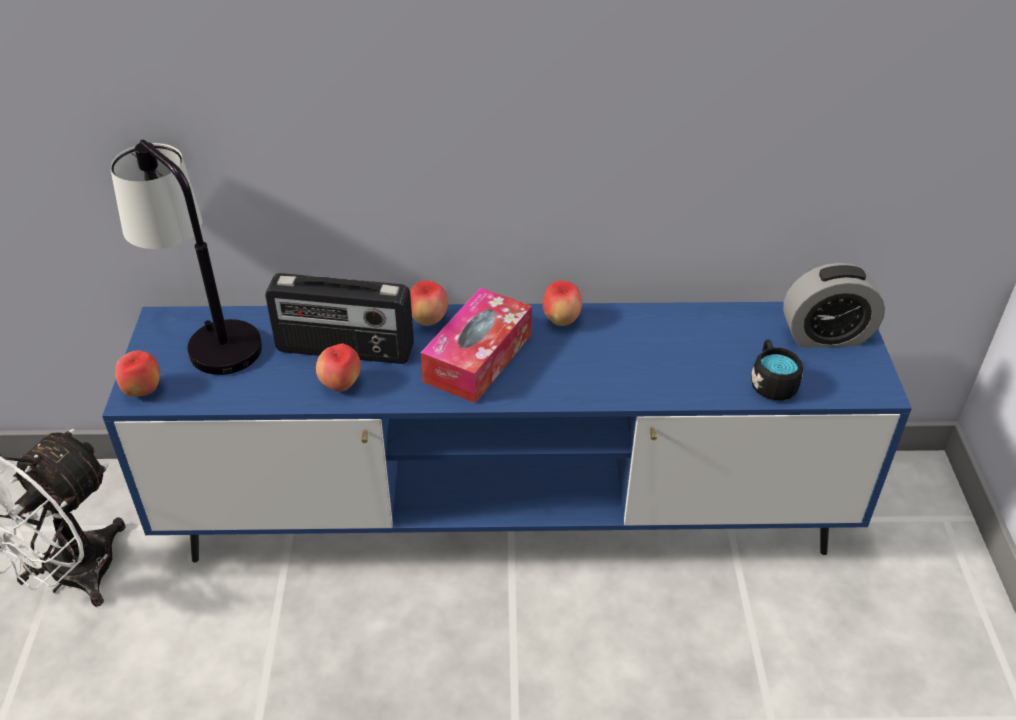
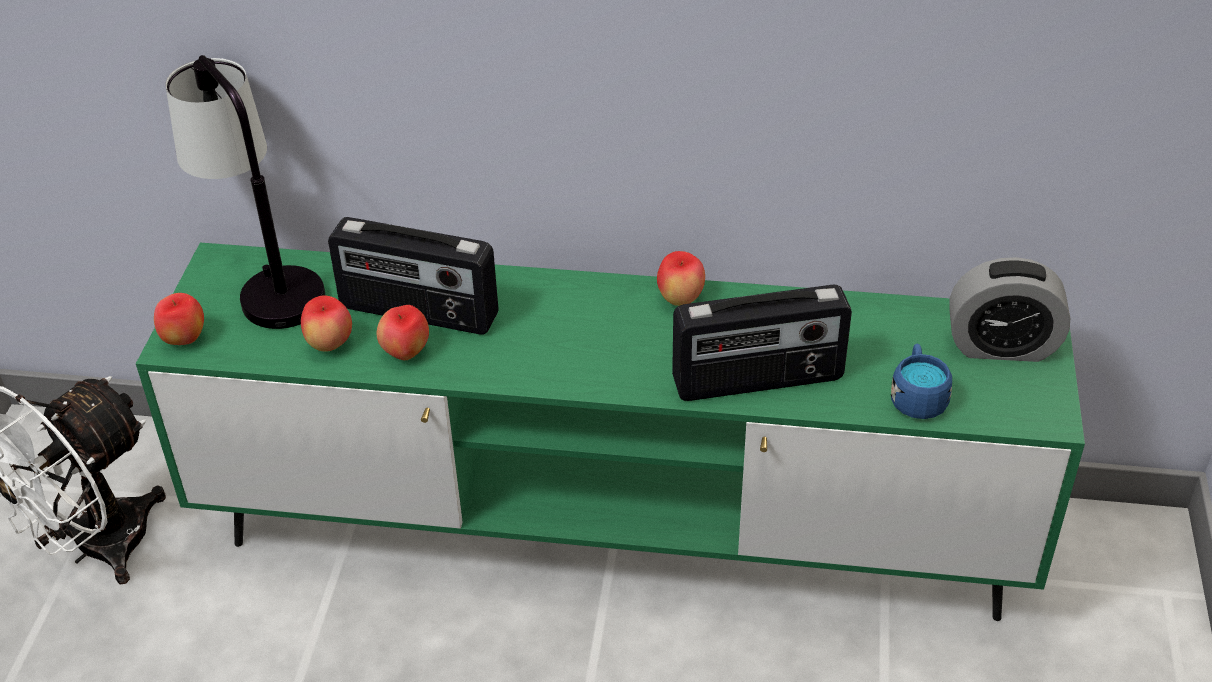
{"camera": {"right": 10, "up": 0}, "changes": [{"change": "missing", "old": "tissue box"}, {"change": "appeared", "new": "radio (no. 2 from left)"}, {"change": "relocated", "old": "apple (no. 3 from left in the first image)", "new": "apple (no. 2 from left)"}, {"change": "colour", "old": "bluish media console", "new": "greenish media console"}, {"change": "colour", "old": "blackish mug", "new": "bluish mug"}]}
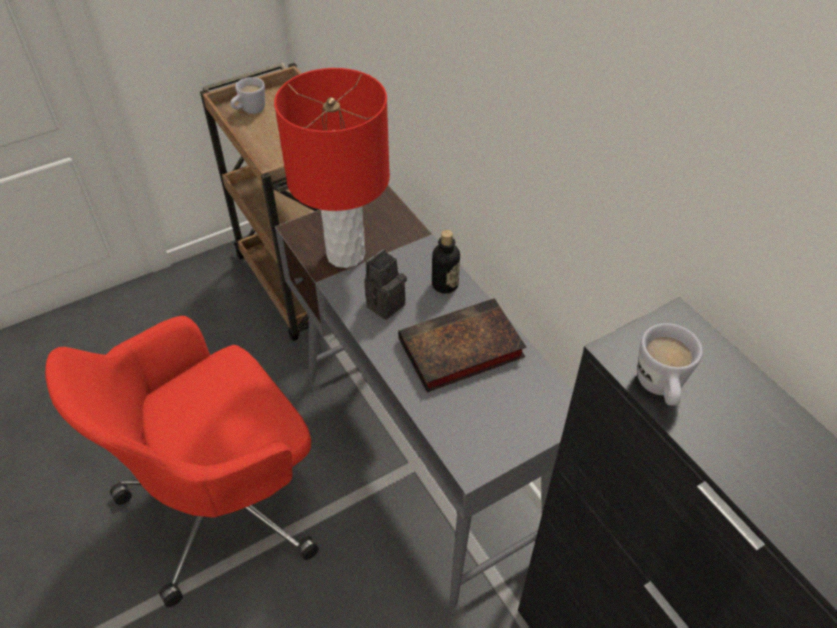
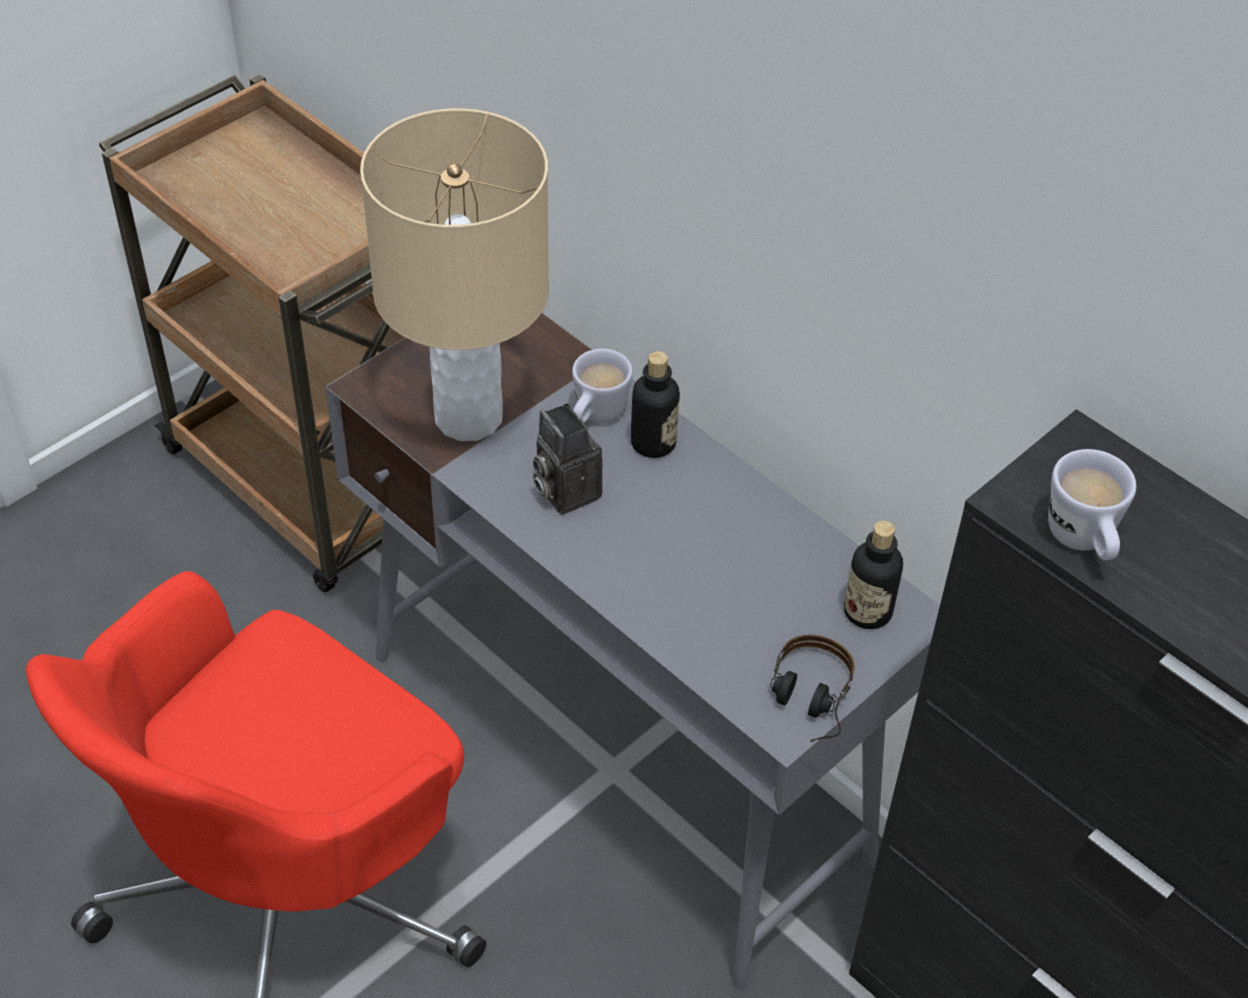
{"camera": {"right": -15, "up": 0}, "changes": [{"change": "missing", "old": "book"}, {"change": "appeared", "new": "headset"}, {"change": "appeared", "new": "drink bottle (no. 2 from left)"}, {"change": "relocated", "old": "white mug (no. 1 from left)"}, {"change": "colour", "old": "red-coloured lamp for a table", "new": "beige lamp for a table"}, {"change": "spun", "old": "still camera", "degrees": -60}]}
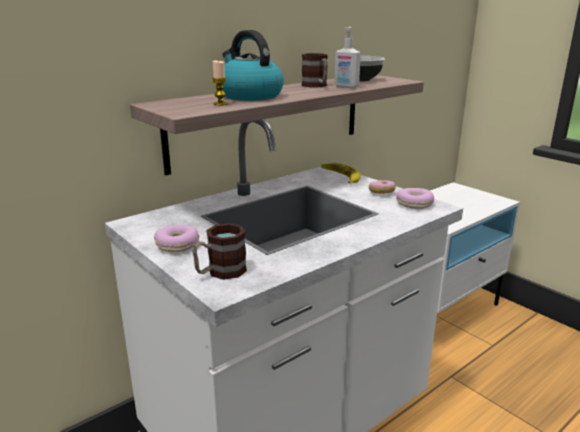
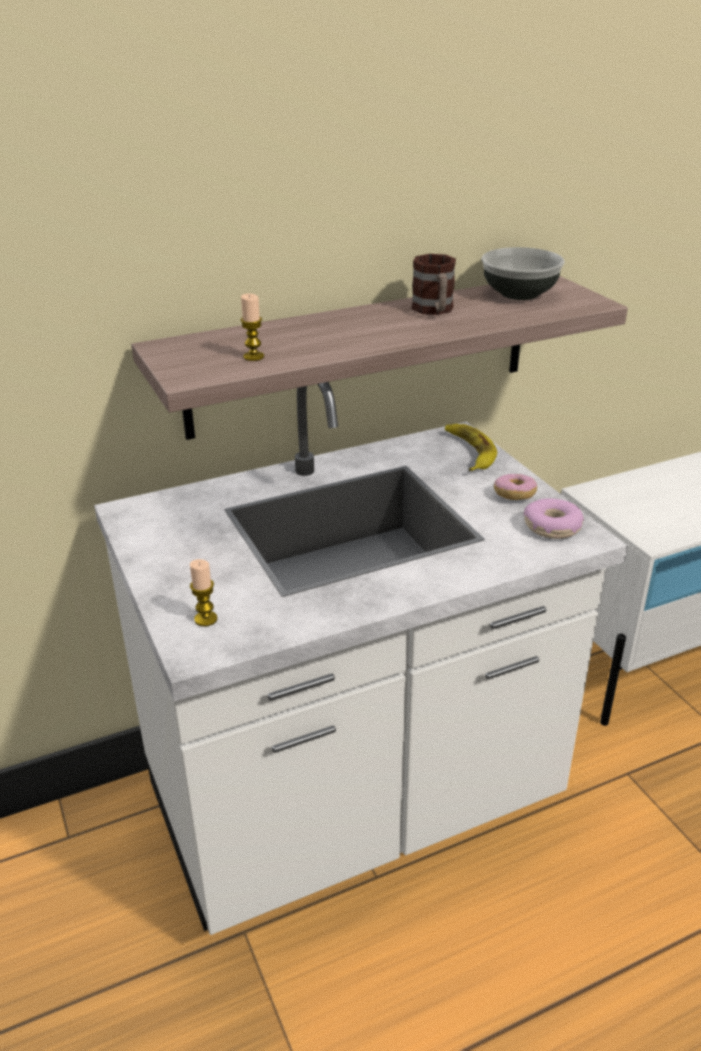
{"camera": {"right": 15, "up": 10}, "changes": [{"change": "missing", "old": "donut (no. 1 from left)"}, {"change": "missing", "old": "kettle"}, {"change": "missing", "old": "soap bottle"}, {"change": "exchanged", "old": "mug (no. 1 from left)", "new": "candle (no. 1 from left)"}]}
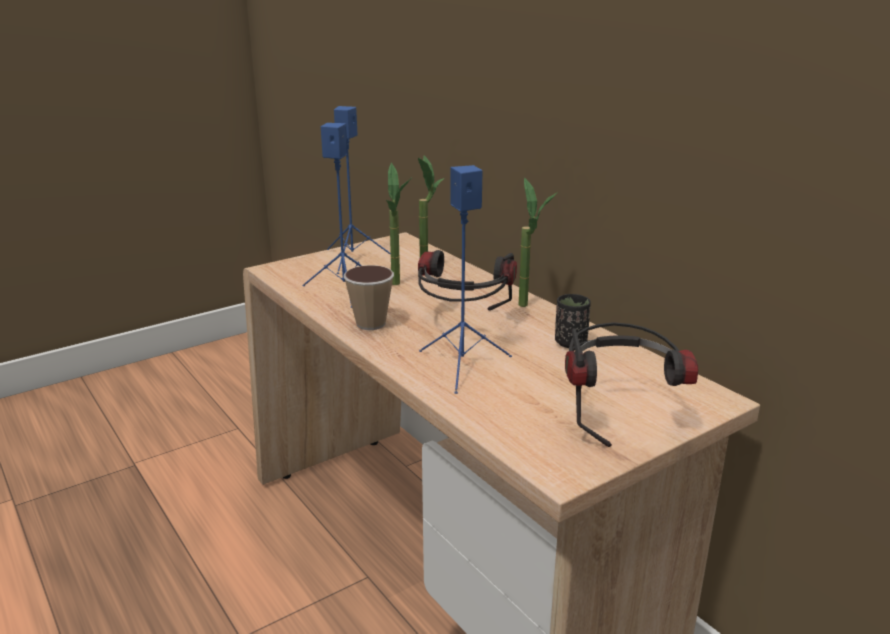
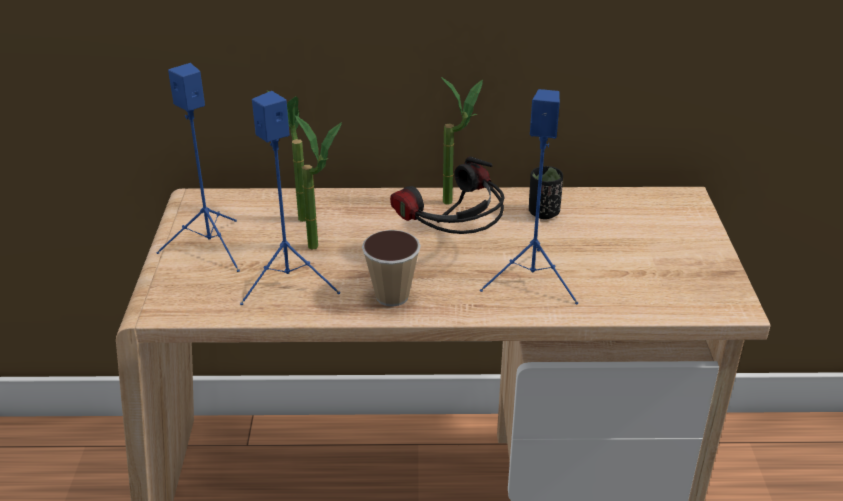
{"camera": {"right": -55, "up": 10}, "changes": [{"change": "missing", "old": "headset (no. 2 from left)"}]}
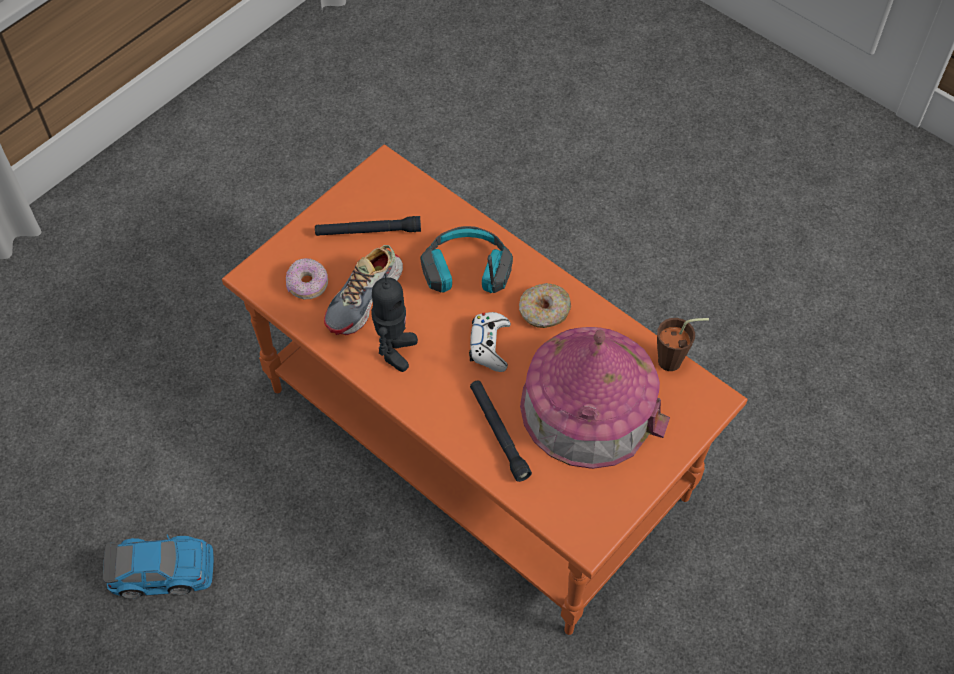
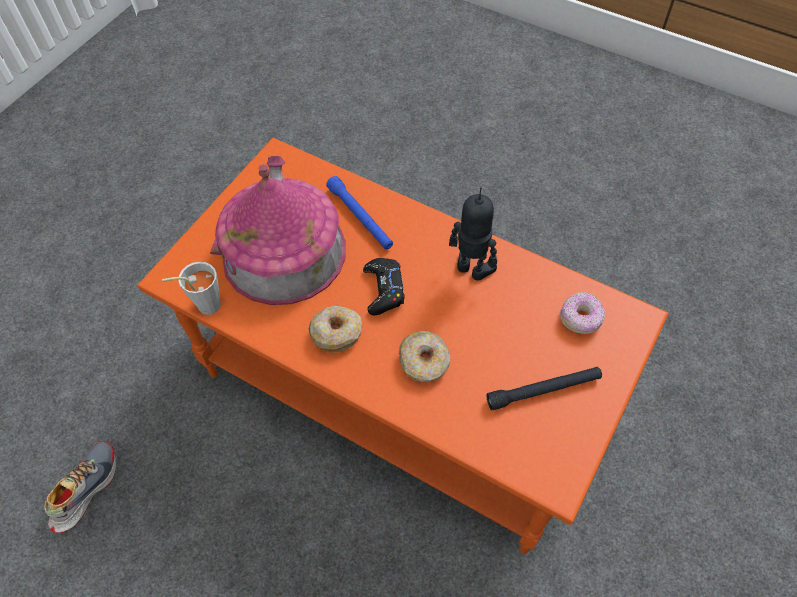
{"camera": {"right": 170, "up": 0}, "changes": [{"change": "missing", "old": "toy car"}, {"change": "relocated", "old": "item of footwear"}, {"change": "exchanged", "old": "headset", "new": "donut (no. 2 from left)"}, {"change": "colour", "old": "white joypad", "new": "blackish joypad"}, {"change": "colour", "old": "blackish torch (no. 2 from left)", "new": "bluish torch"}, {"change": "colour", "old": "brown-coloured small cup", "new": "gray small cup"}, {"change": "spun", "old": "robot figure", "degrees": 120}]}
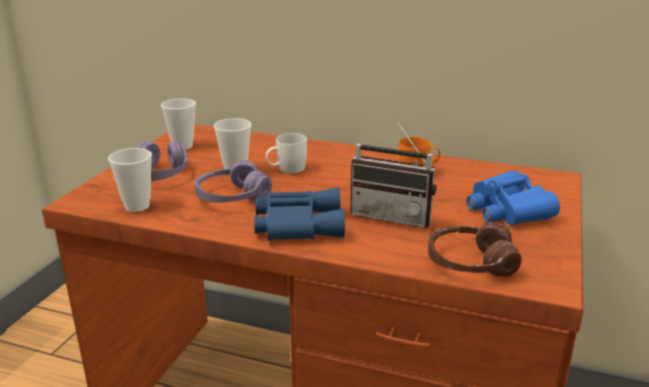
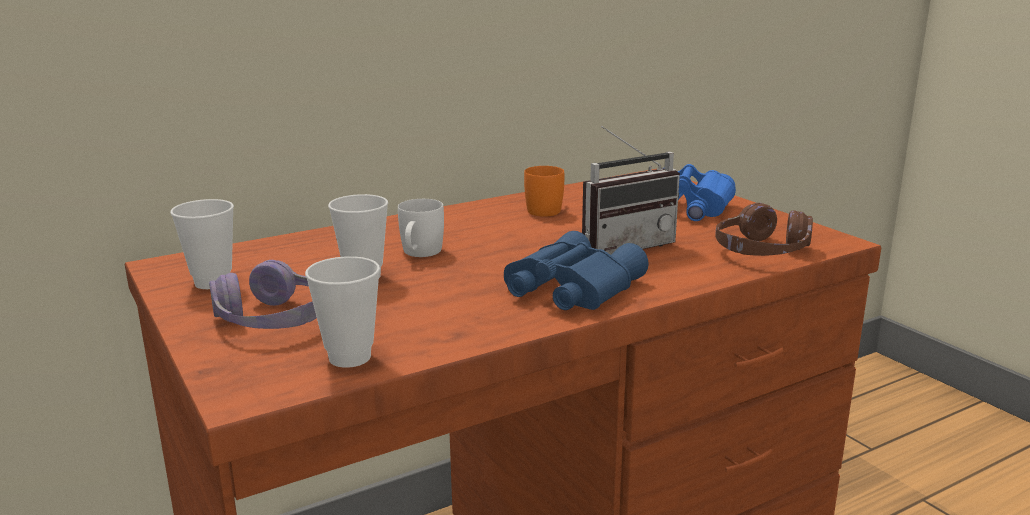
{"camera": {"right": -50, "up": -5}, "changes": [{"change": "missing", "old": "purplish headset (no. 2 from left)"}]}
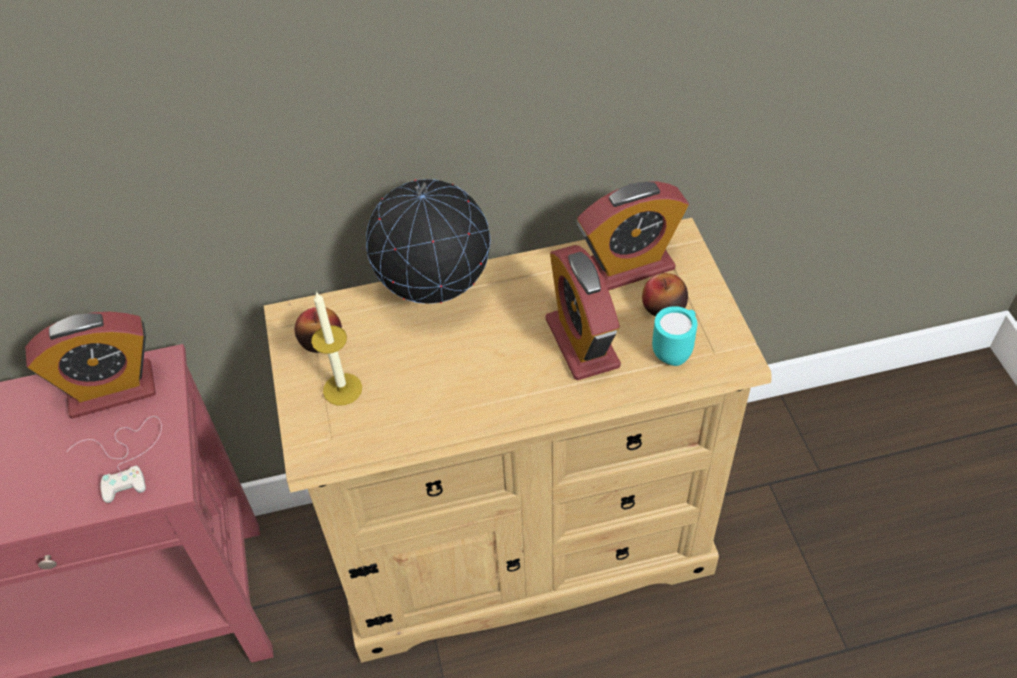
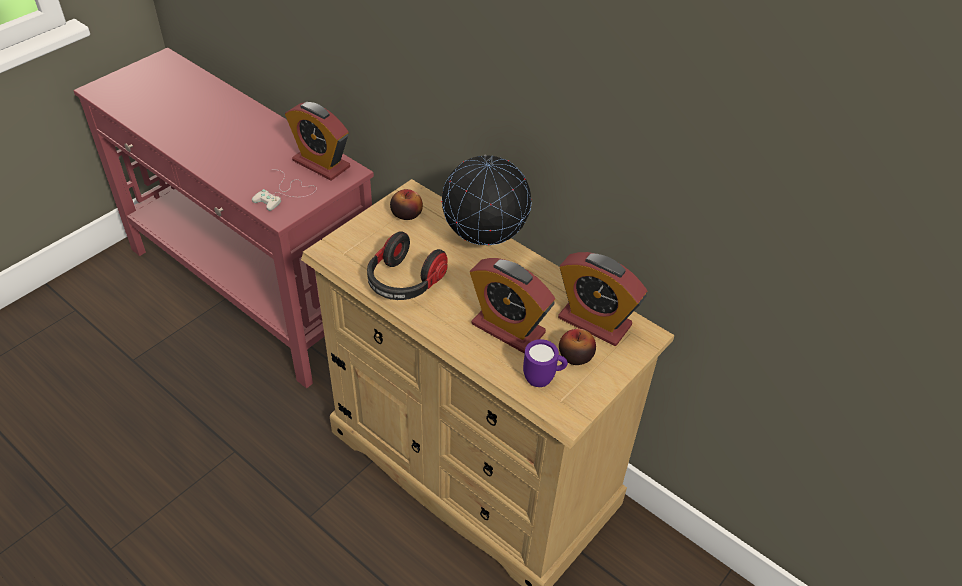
{"camera": {"right": 50, "up": -5}, "changes": [{"change": "missing", "old": "candle"}, {"change": "appeared", "new": "headset"}, {"change": "colour", "old": "blue-green mug", "new": "purplish mug"}, {"change": "spun", "old": "bedside clock (no. 2 from left)", "degrees": -90}]}
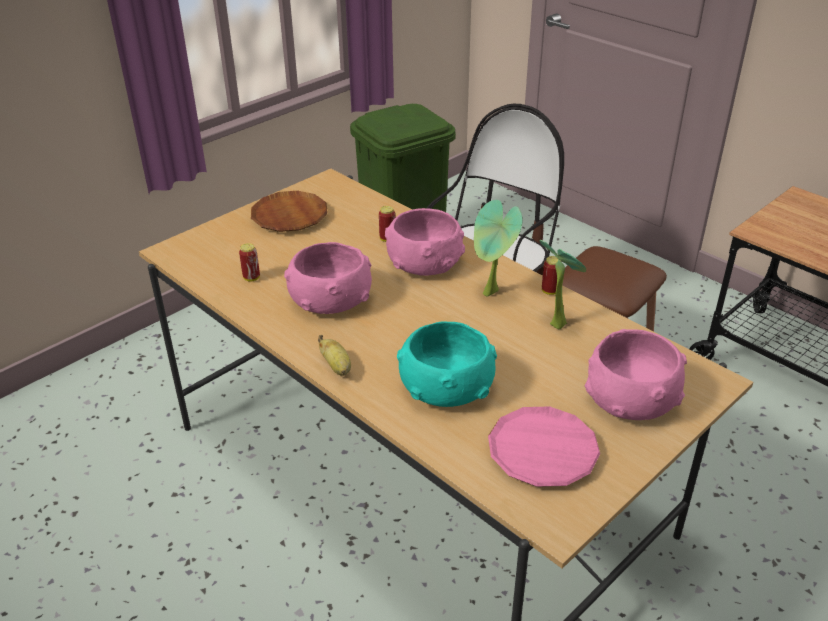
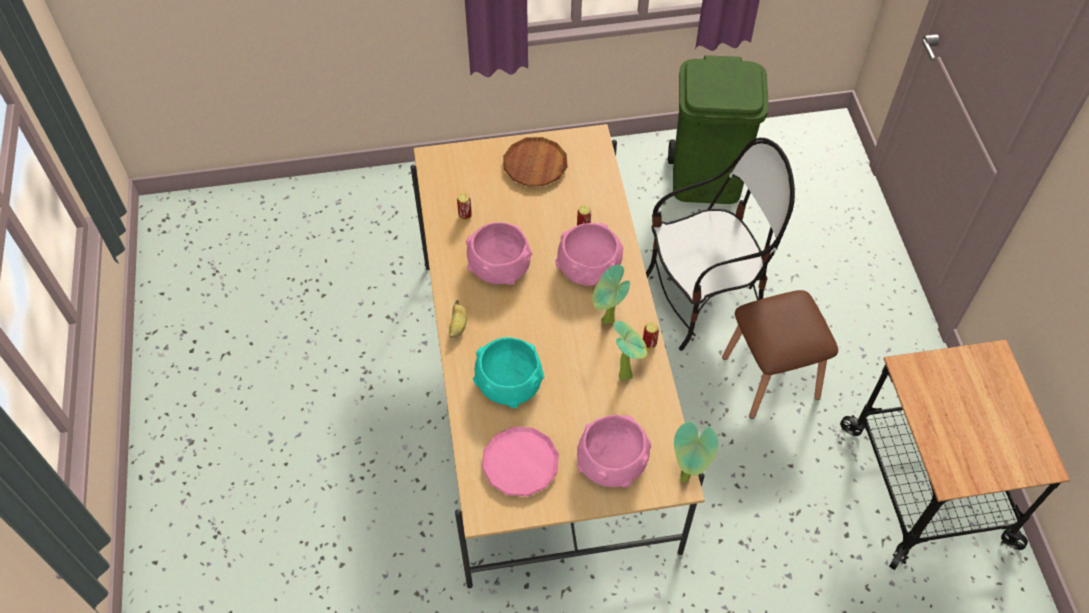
{"camera": {"right": 35, "up": 20}, "changes": [{"change": "appeared", "new": "houseplant (no. 3 from left)"}]}
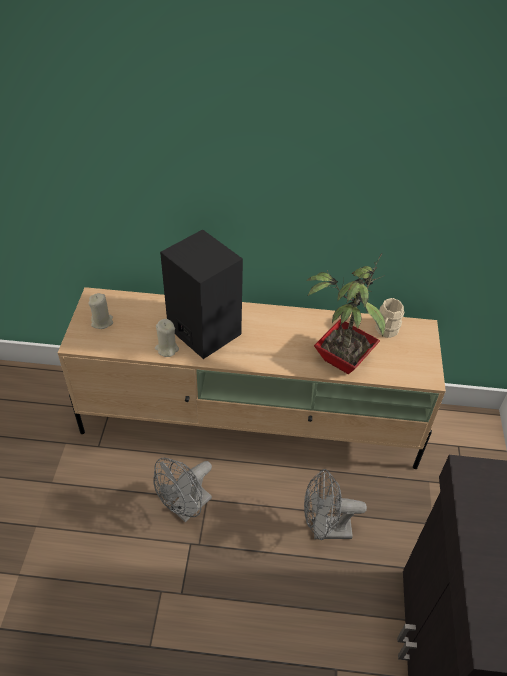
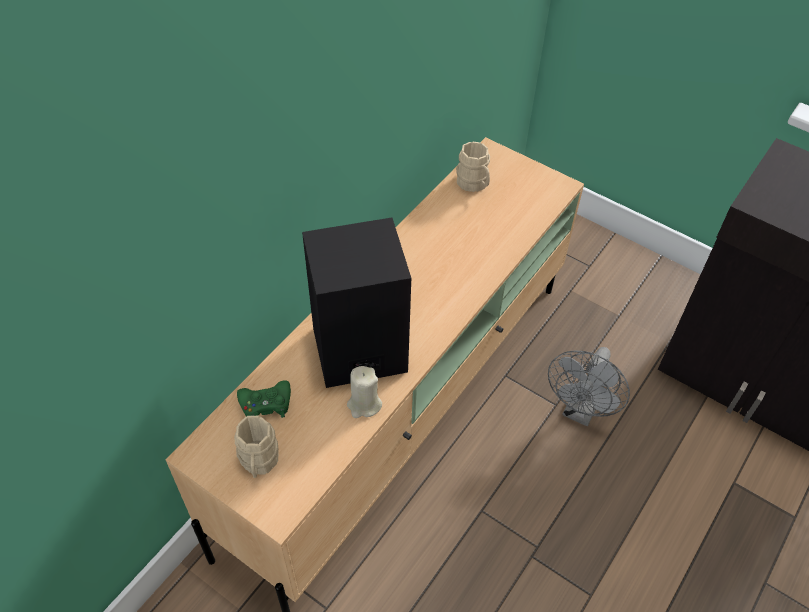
{"camera": {"right": -60, "up": 5}, "changes": [{"change": "missing", "old": "gray electric fan (no. 1 from left)"}, {"change": "missing", "old": "houseplant"}, {"change": "appeared", "new": "greenish joypad"}, {"change": "exchanged", "old": "beige candle (no. 1 from left)", "new": "beige mug (no. 1 from left)"}]}
